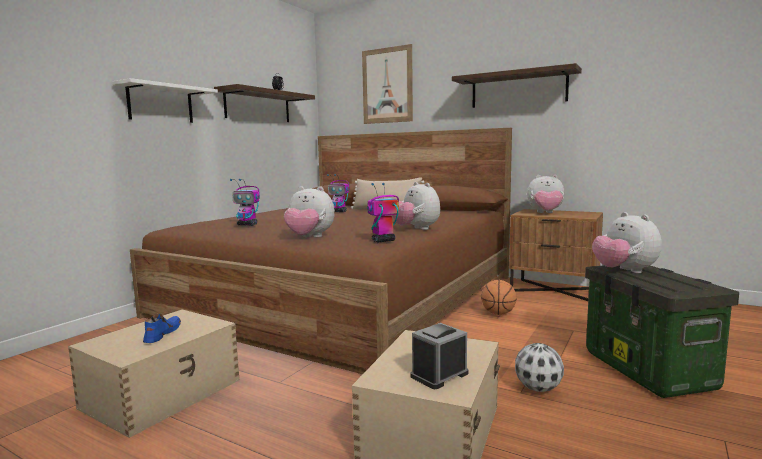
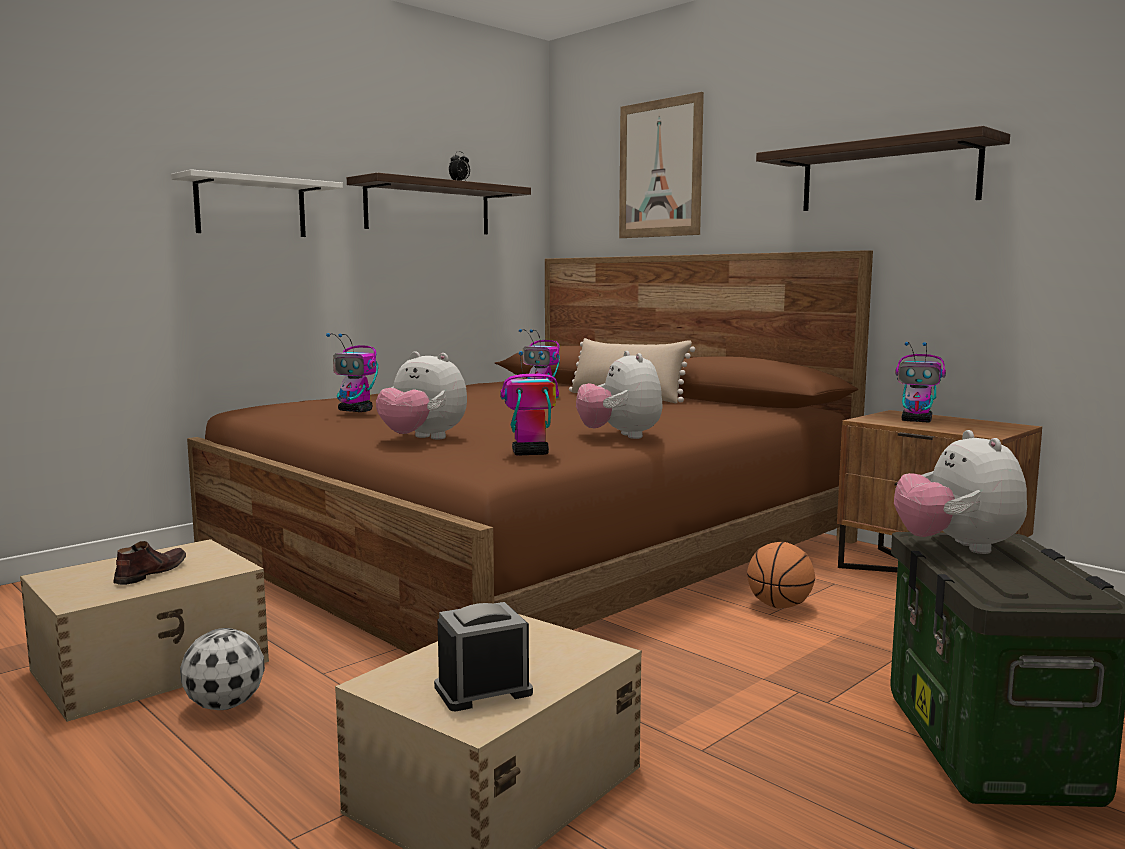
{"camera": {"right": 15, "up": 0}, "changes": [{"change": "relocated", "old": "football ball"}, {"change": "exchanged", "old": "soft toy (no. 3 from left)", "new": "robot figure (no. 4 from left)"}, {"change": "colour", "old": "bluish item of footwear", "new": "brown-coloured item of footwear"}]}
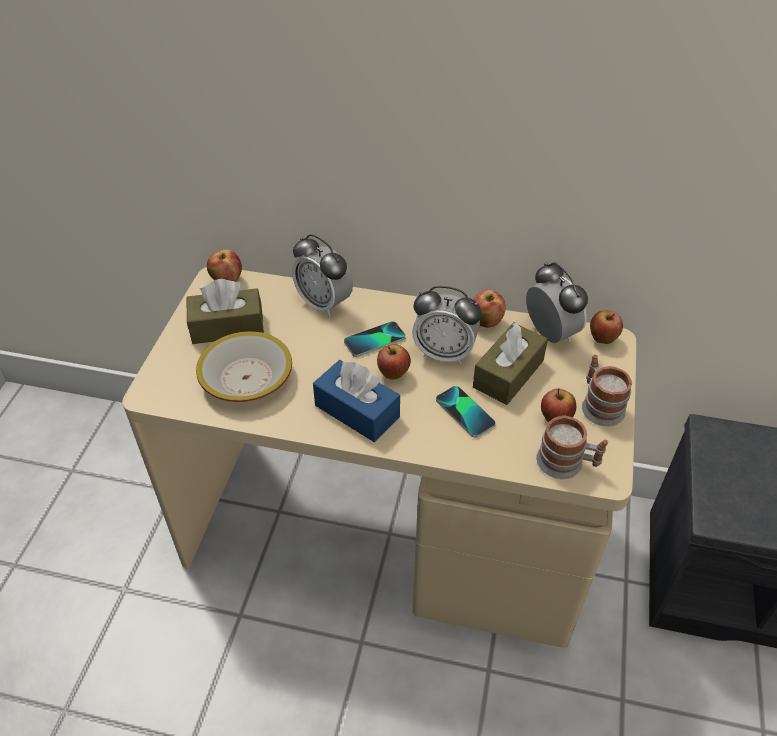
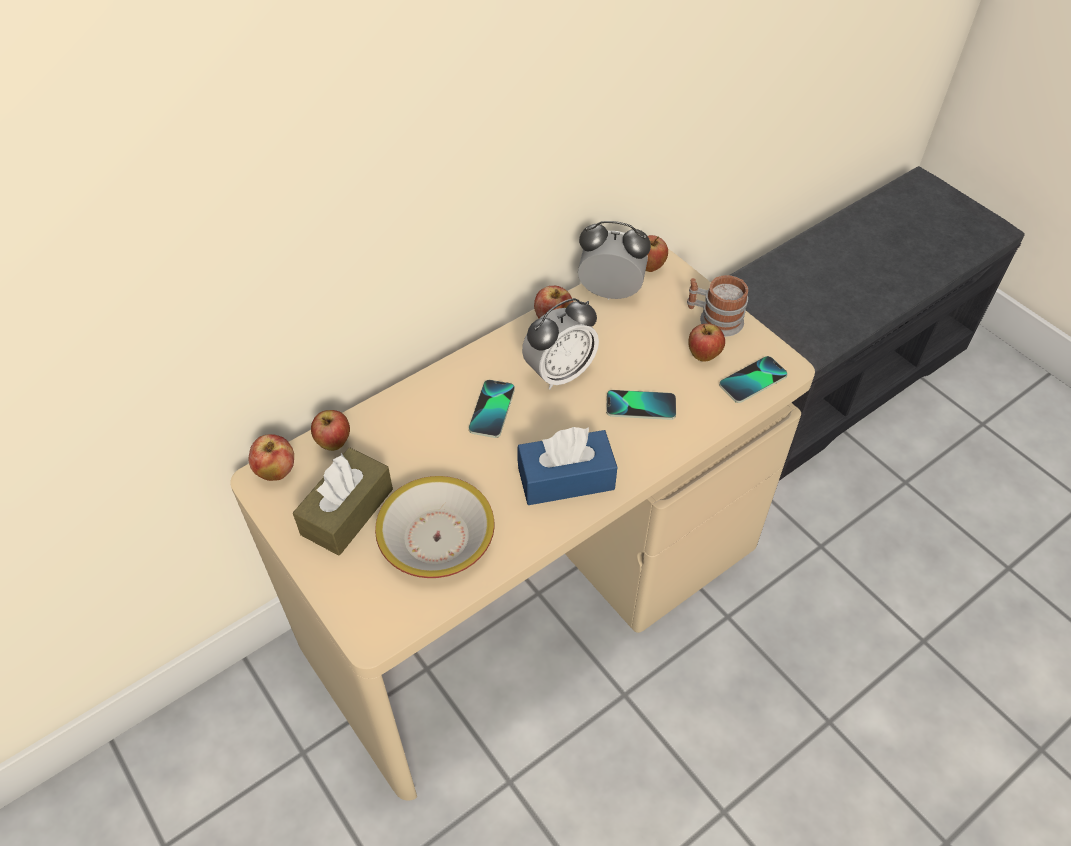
{"camera": {"right": -50, "up": 5}, "changes": [{"change": "missing", "old": "bedside clock (no. 1 from left)"}, {"change": "missing", "old": "brown-coloured tissue box (no. 2 from left)"}, {"change": "relocated", "old": "apple (no. 2 from left)"}, {"change": "exchanged", "old": "mug (no. 1 from left)", "new": "telephone (no. 3 from left)"}]}
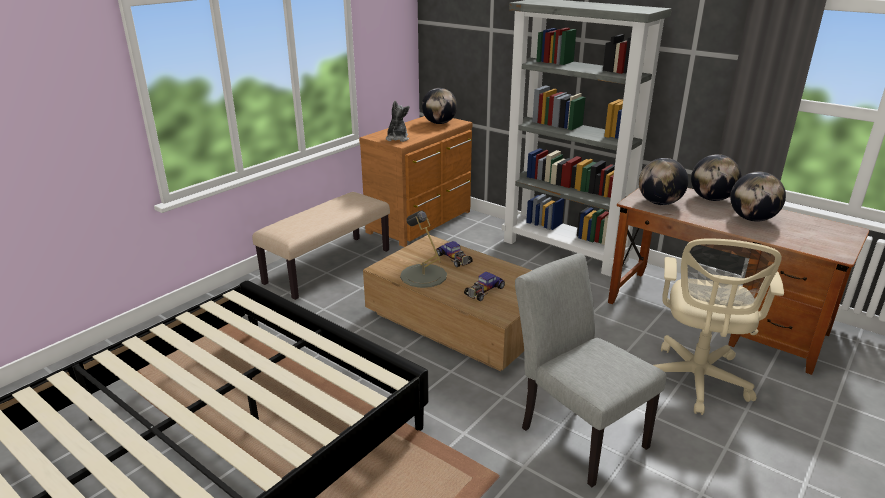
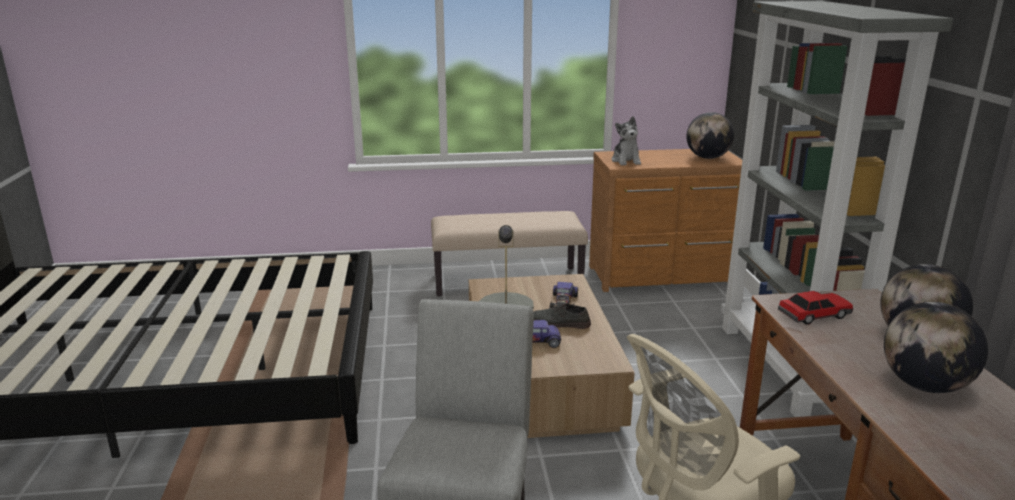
{"camera": {"right": 45, "up": -5}, "changes": [{"change": "appeared", "new": "gray item of footwear"}, {"change": "exchanged", "old": "world globe (no. 2 from left)", "new": "toy car (no. 3 from left)"}, {"change": "spun", "old": "soft toy", "degrees": 120}]}
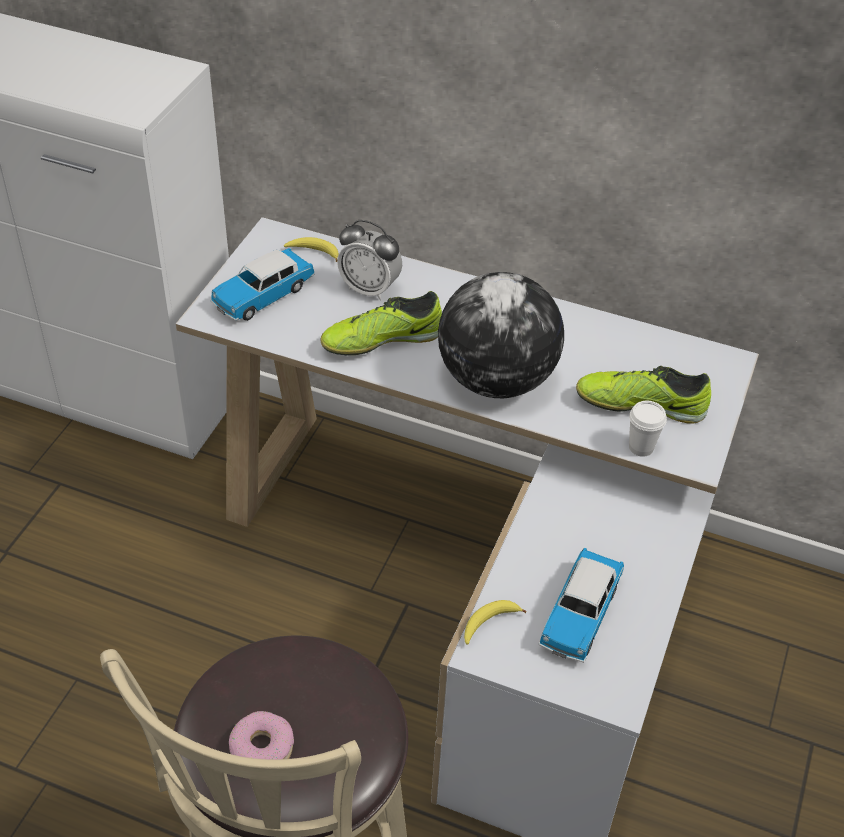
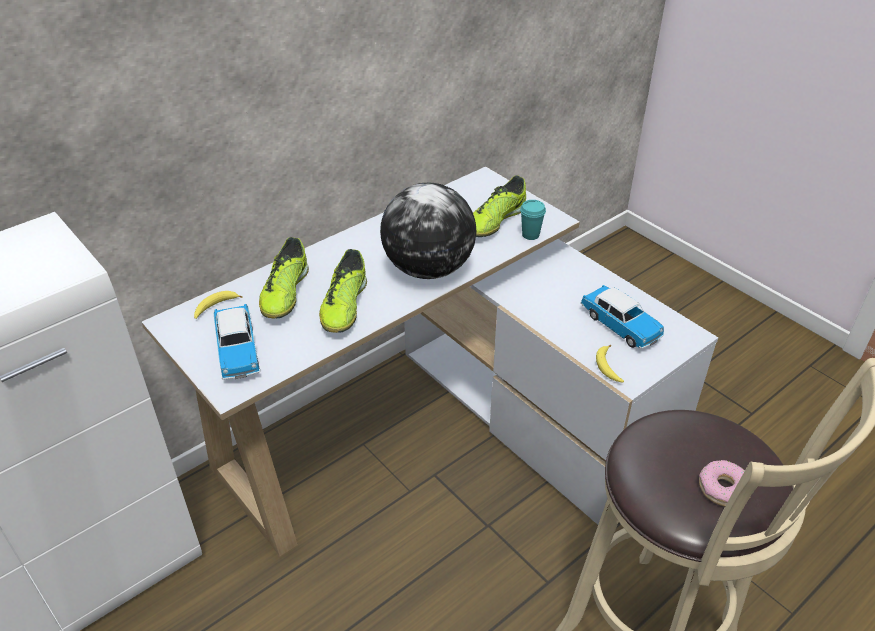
{"camera": {"right": -60, "up": -5}, "changes": [{"change": "exchanged", "old": "bedside clock", "new": "item of footwear (no. 1 from left)"}, {"change": "colour", "old": "white small cup", "new": "blue-green small cup"}]}
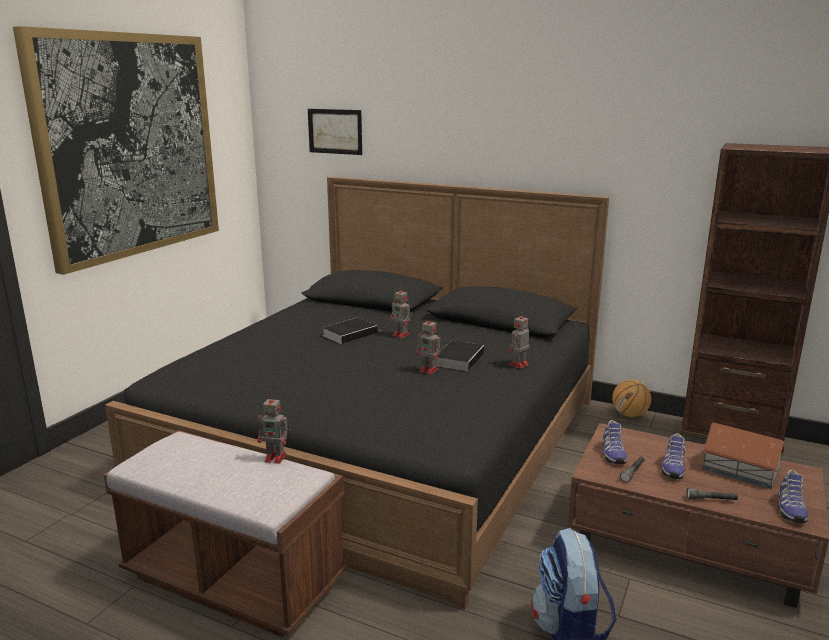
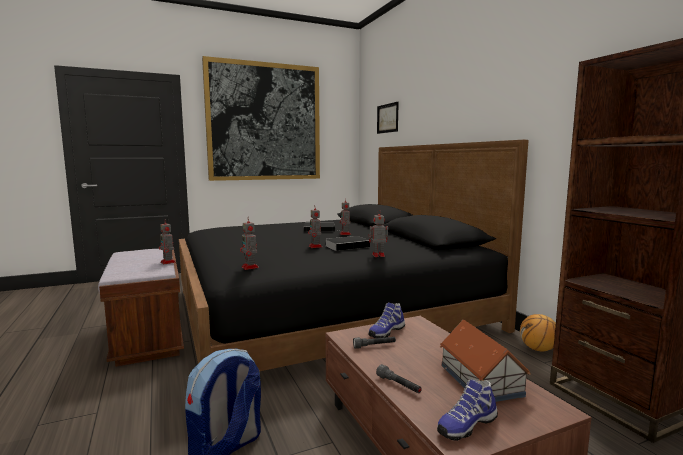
{"camera": {"right": 40, "up": -10}, "changes": [{"change": "missing", "old": "item of footwear (no. 2 from left)"}, {"change": "appeared", "new": "robot figure (no. 2 from left)"}]}
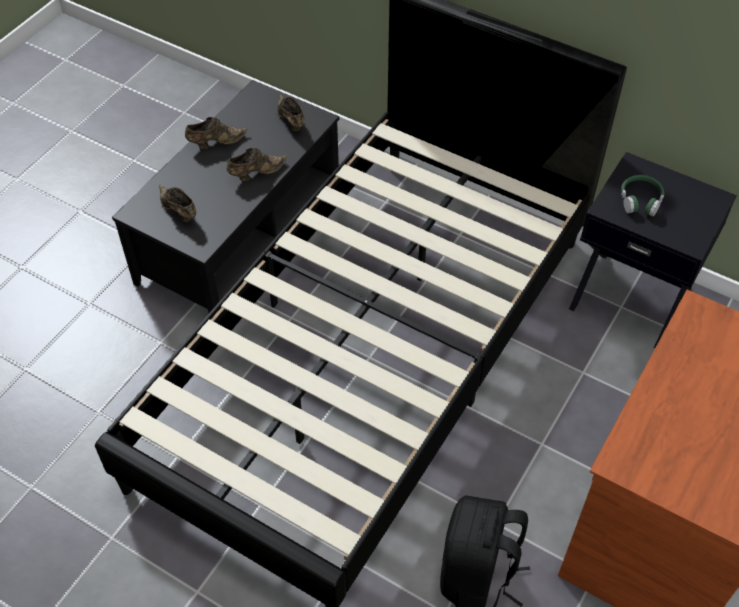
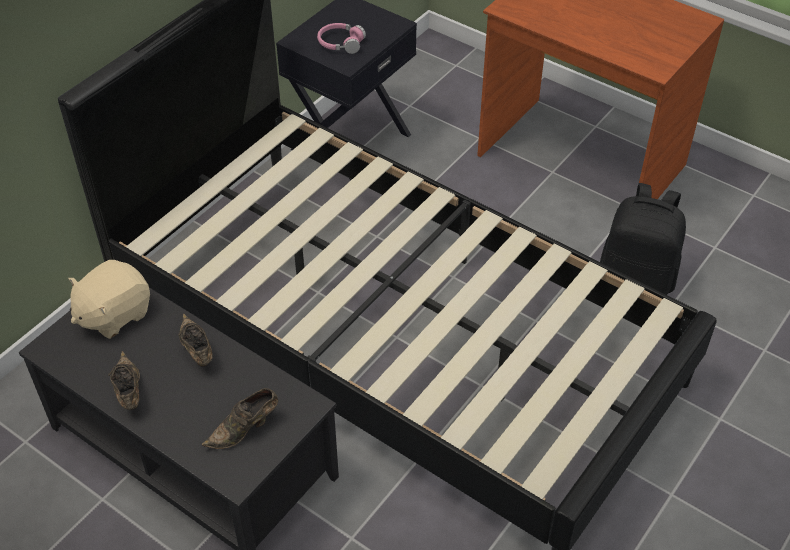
{"camera": {"right": -85, "up": -5}, "changes": [{"change": "exchanged", "old": "brown-coloured item of footwear (no. 4 from left)", "new": "beige soft toy"}, {"change": "colour", "old": "greenish headset", "new": "pink headset"}]}
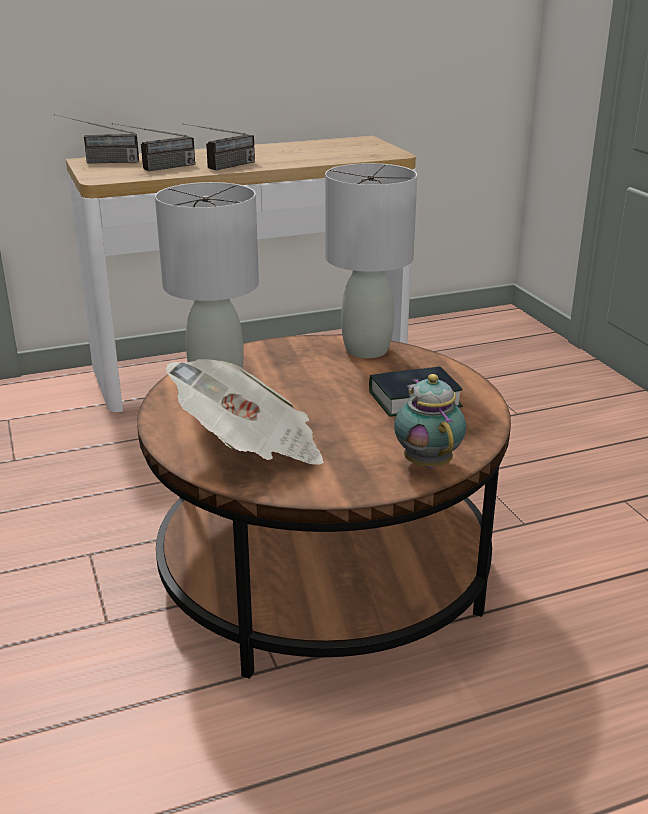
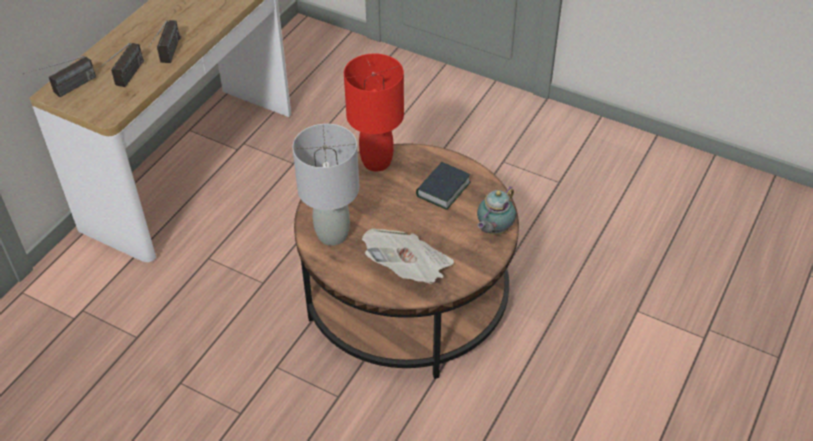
{"camera": {"right": -40, "up": 20}, "changes": [{"change": "colour", "old": "gray lamp for a table (no. 2 from left)", "new": "red-coloured lamp for a table"}, {"change": "spun", "old": "teapot", "degrees": -90}]}
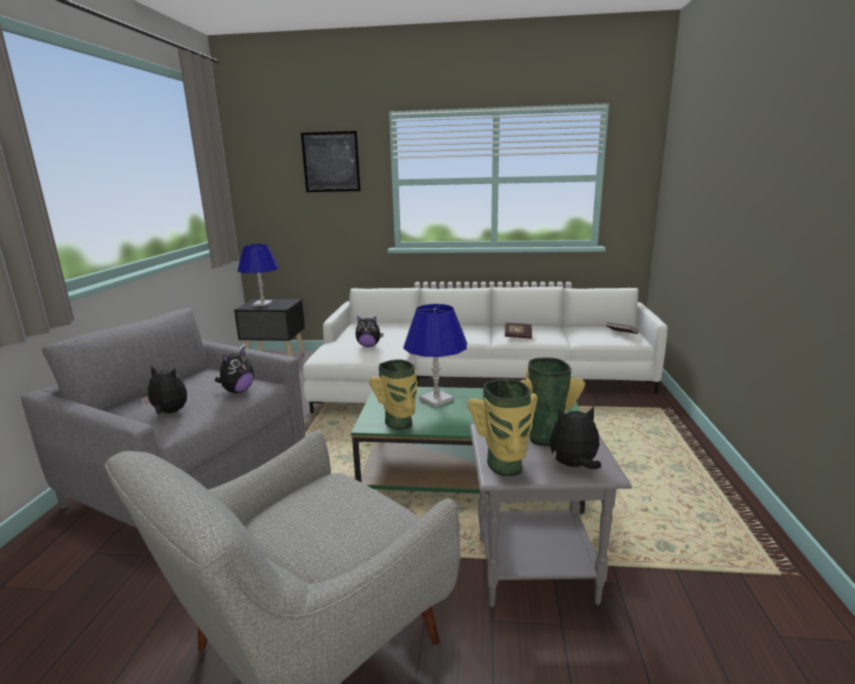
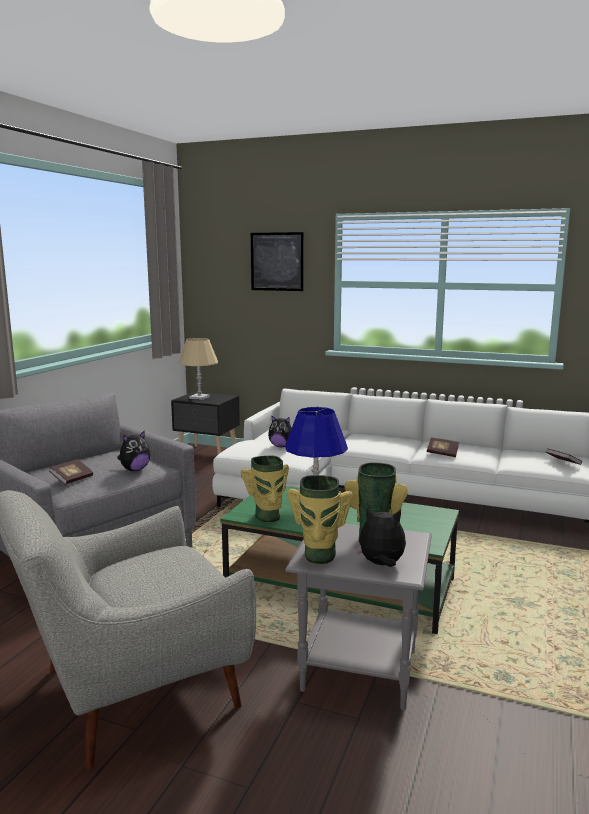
{"camera": {"right": 15, "up": -5}, "changes": [{"change": "exchanged", "old": "soft toy (no. 1 from left)", "new": "book (no. 1 from left)"}, {"change": "colour", "old": "bluish lamp for a table (no. 1 from left)", "new": "beige lamp for a table"}]}
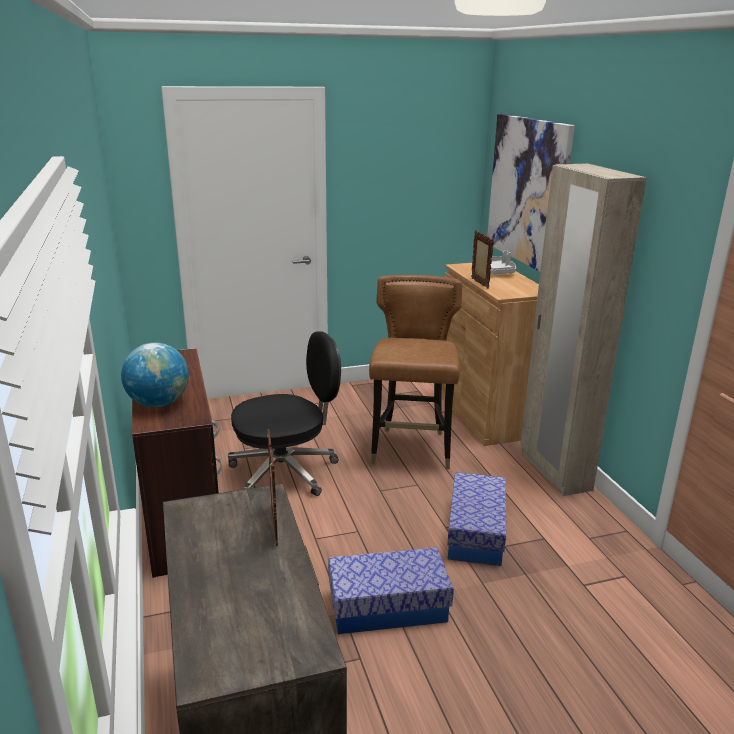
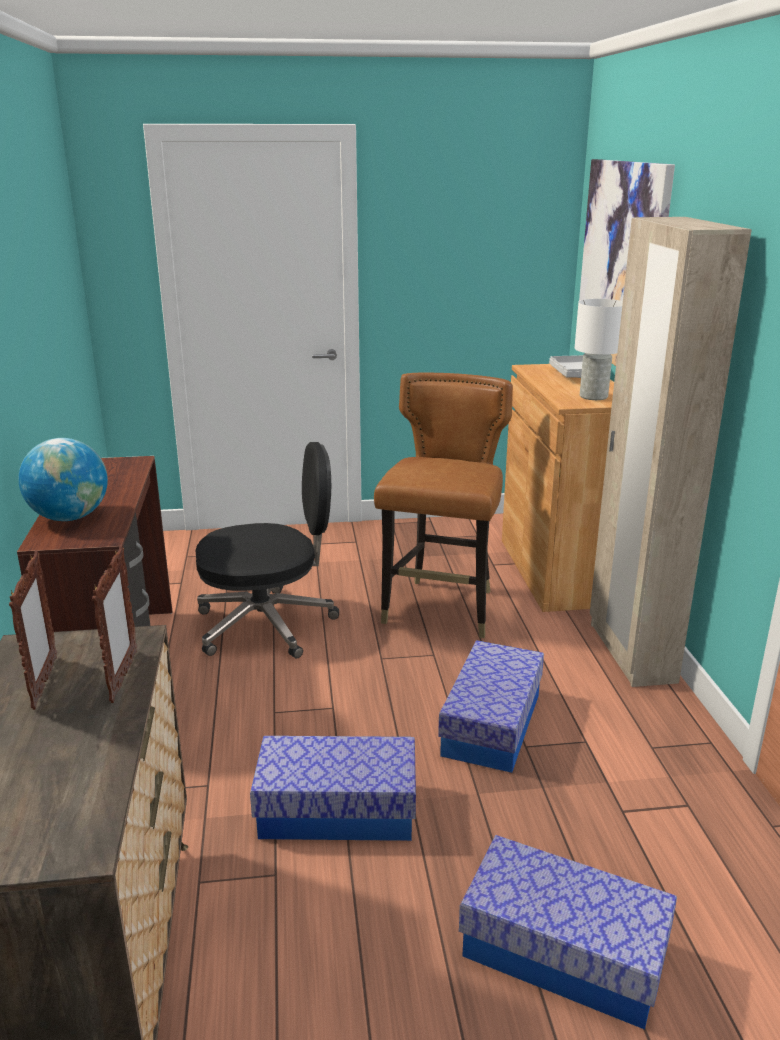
{"camera": {"right": 10, "up": 0}, "changes": [{"change": "appeared", "new": "storage bin (no. 3 from left)"}, {"change": "appeared", "new": "white lamp for a table"}, {"change": "relocated", "old": "photo frame (no. 2 from left in the first image)", "new": "photo frame (no. 1 from left)"}]}
